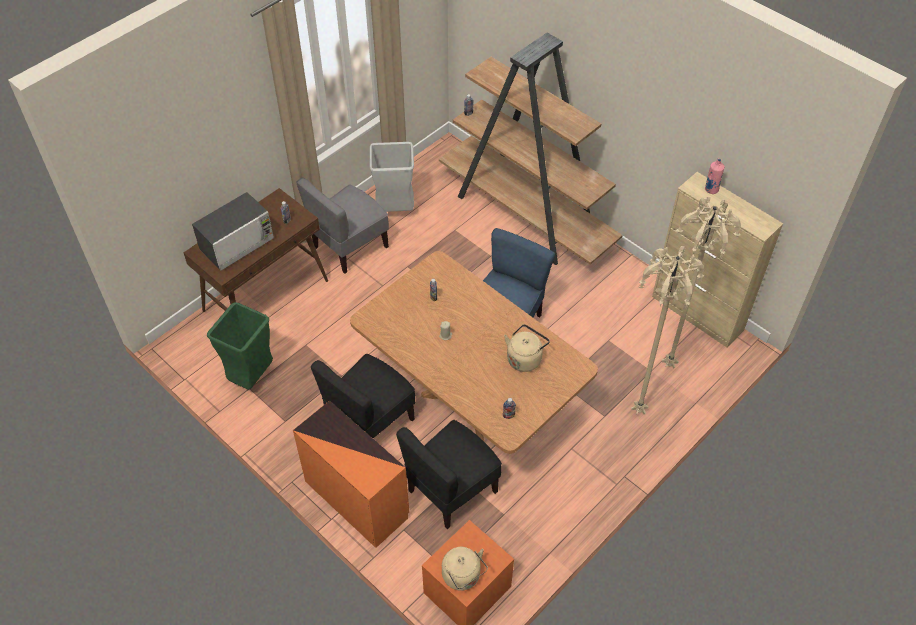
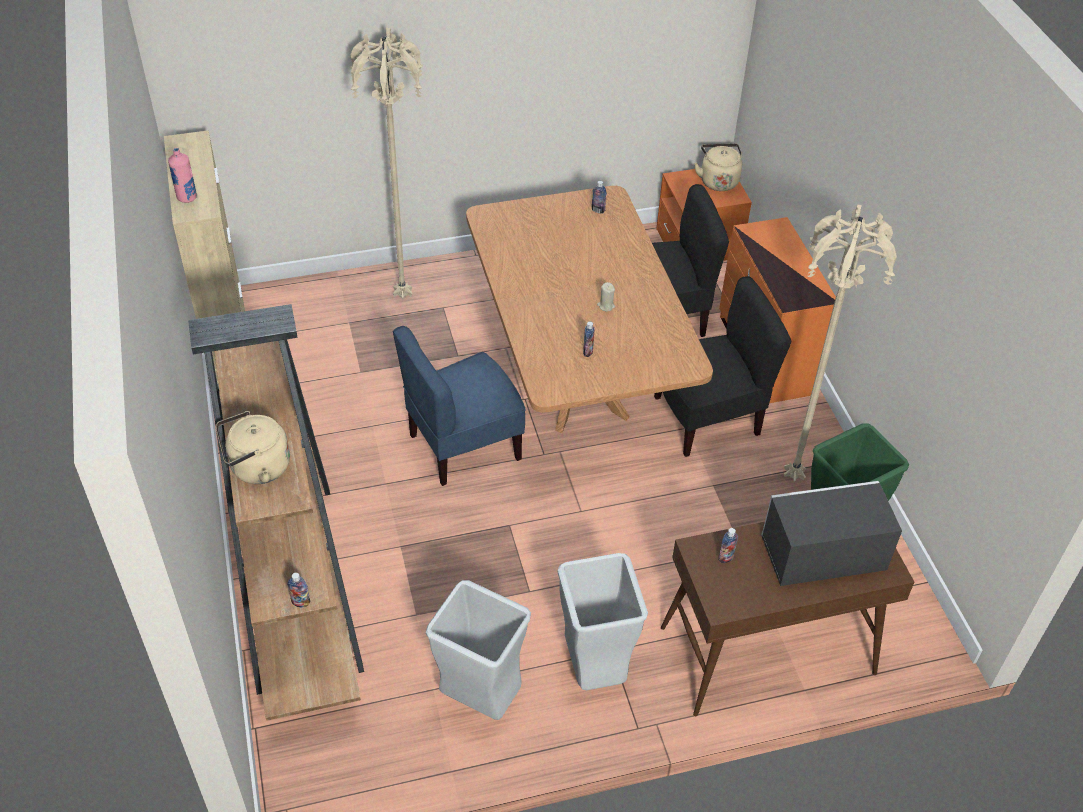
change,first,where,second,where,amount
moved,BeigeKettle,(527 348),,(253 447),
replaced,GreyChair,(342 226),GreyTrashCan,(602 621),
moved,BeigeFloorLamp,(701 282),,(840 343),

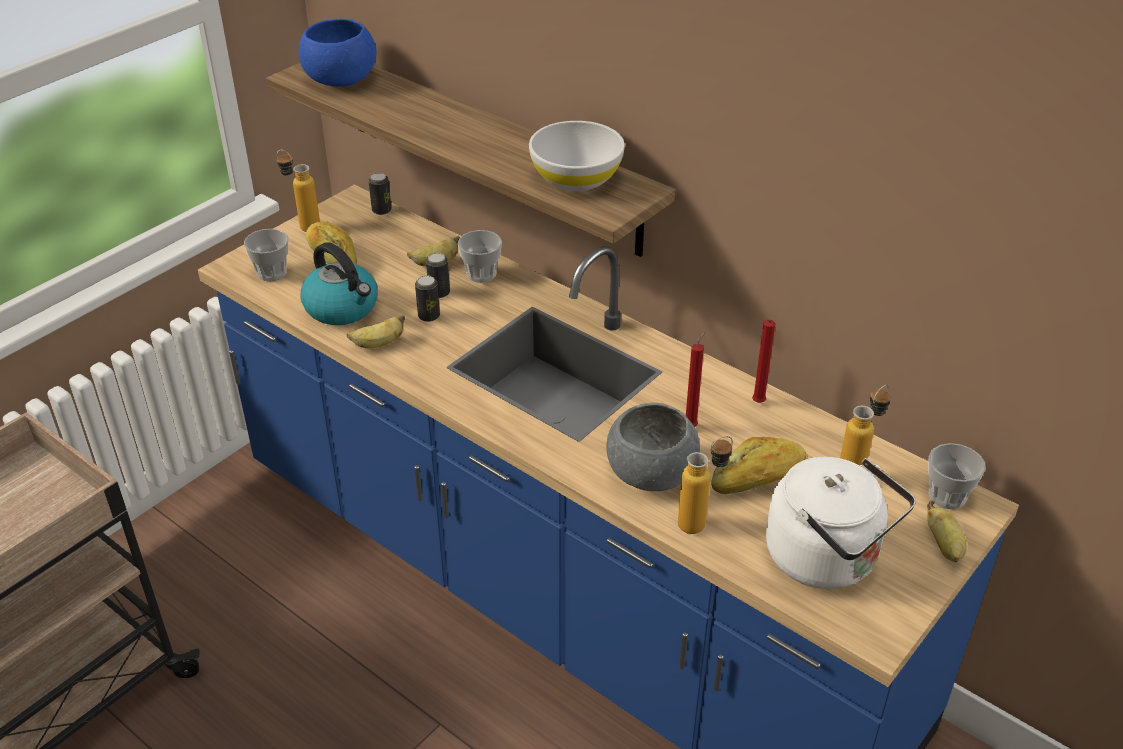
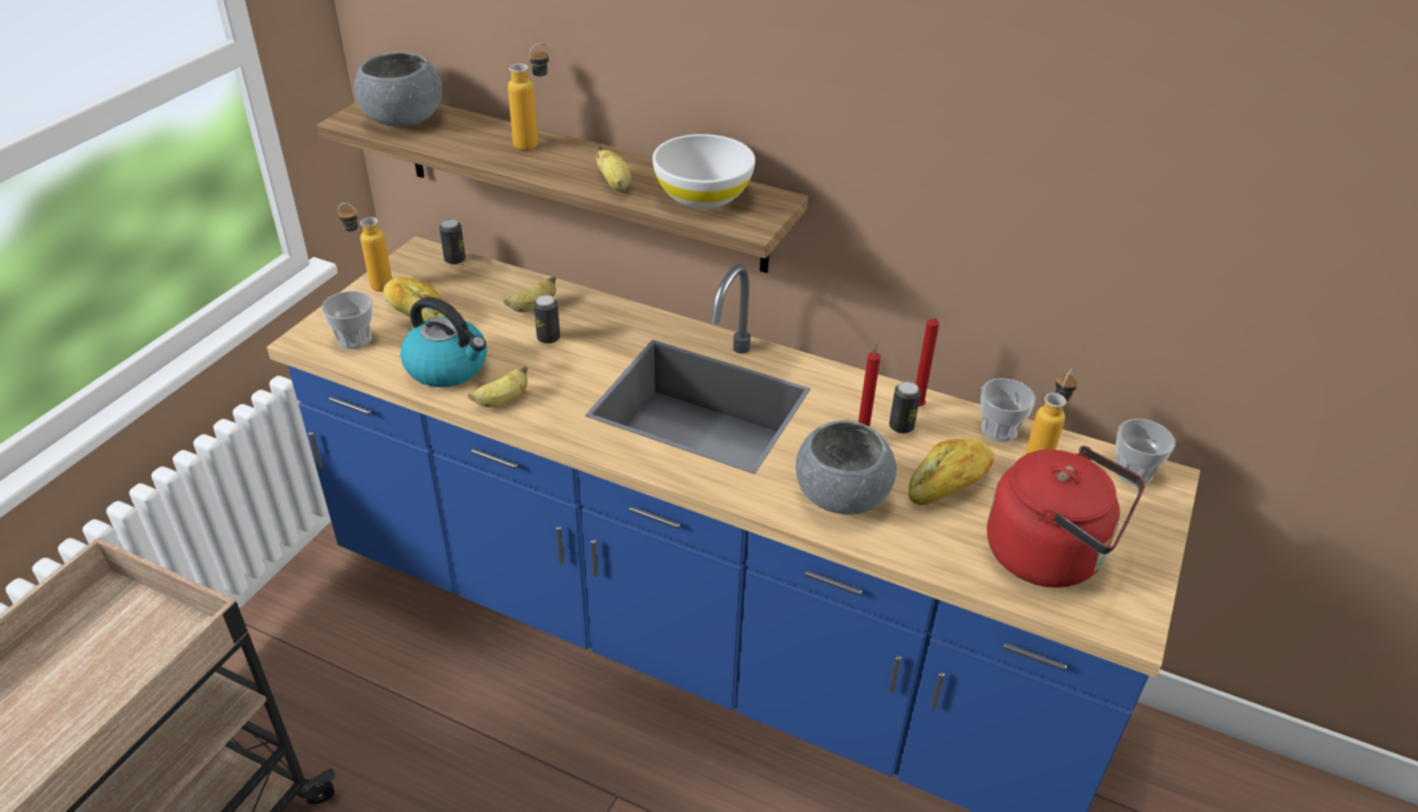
change,first,where,second,where,amount
recoloured,BlueBowl,(338 53),GreyBowl,(398 89),
moved,Bottle,(705 485),,(528 97),
moved,Banana,(947 531),,(613 168),
moved,Can,(427 298),,(905 407),
moved,Cup,(480 256),,(1008 410),
recoloured,WhiteKettle,(841 523),RedKettle,(1066 517),

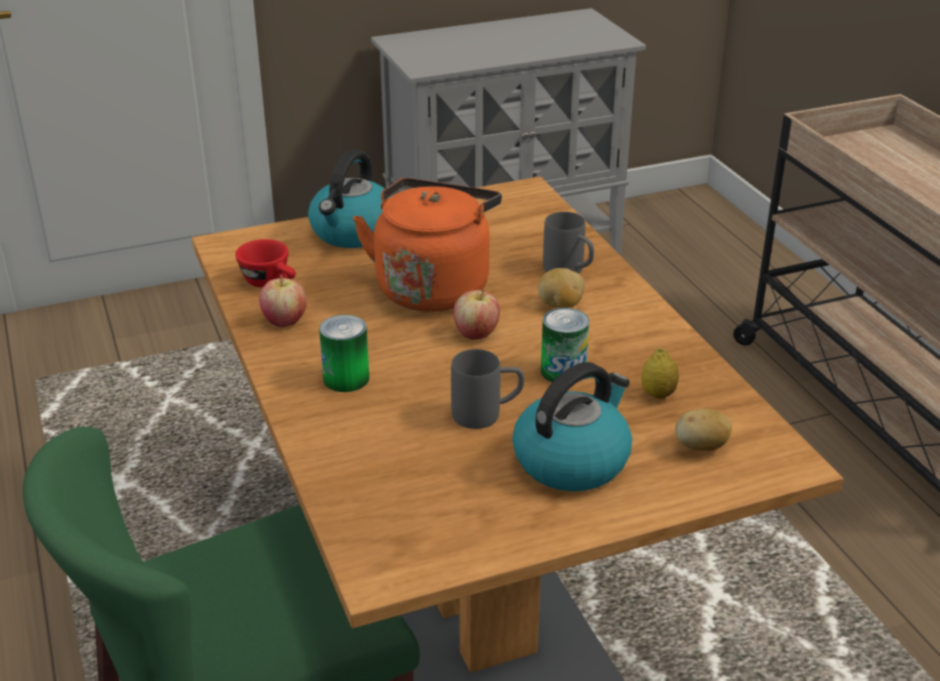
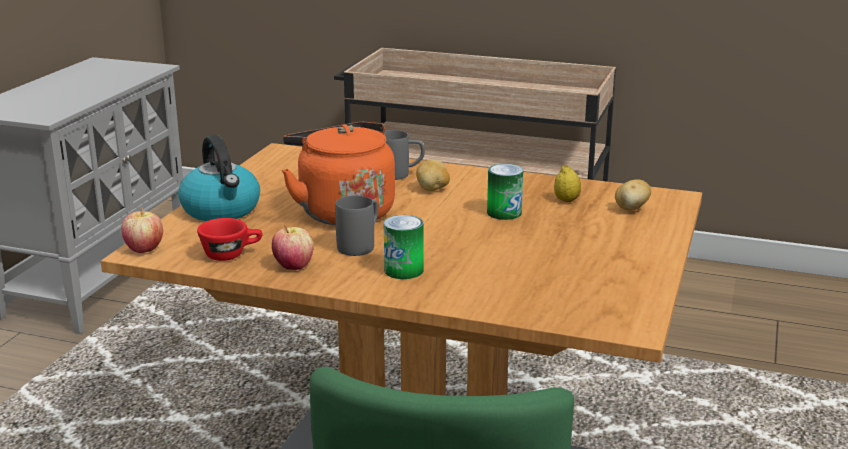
change,first,where,second,where,amount
moved,Apple,(476 314),,(142 230),
moved,GreyMug,(487 389),,(356 225),
removed,Kettle,(572 426),,,

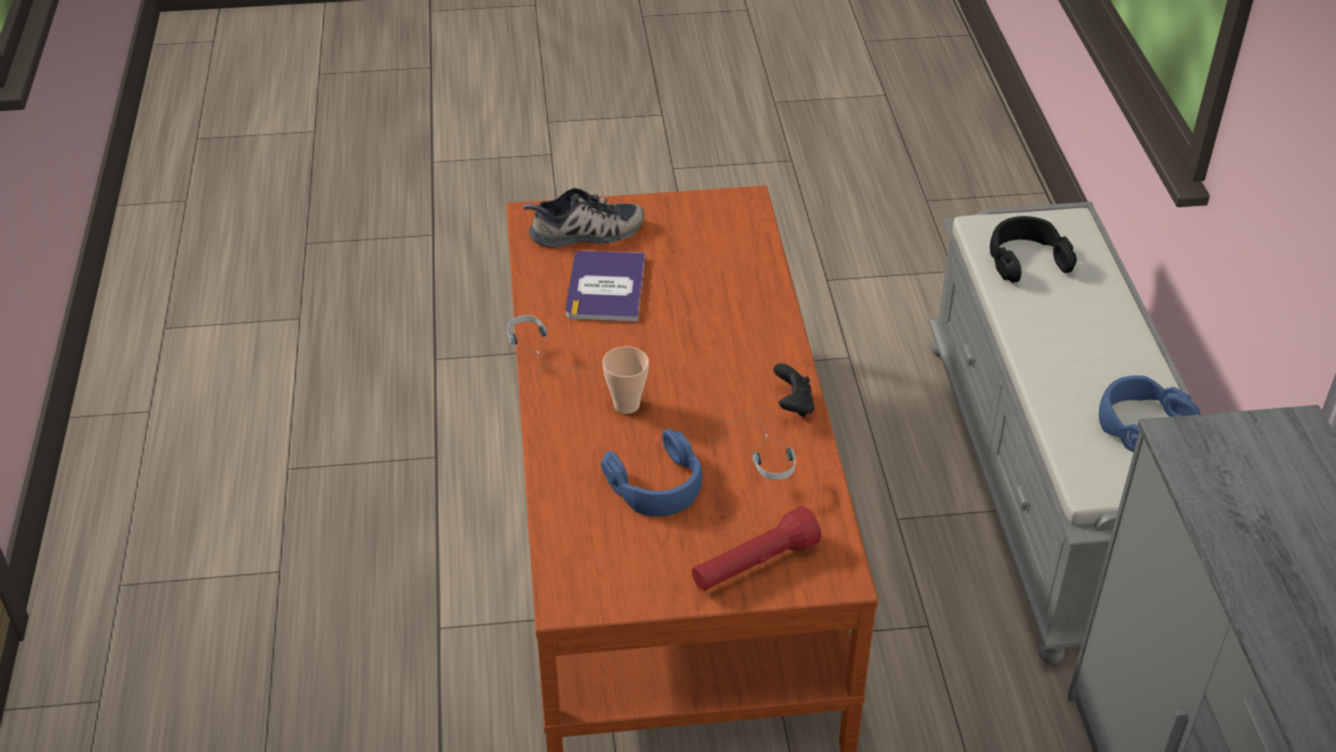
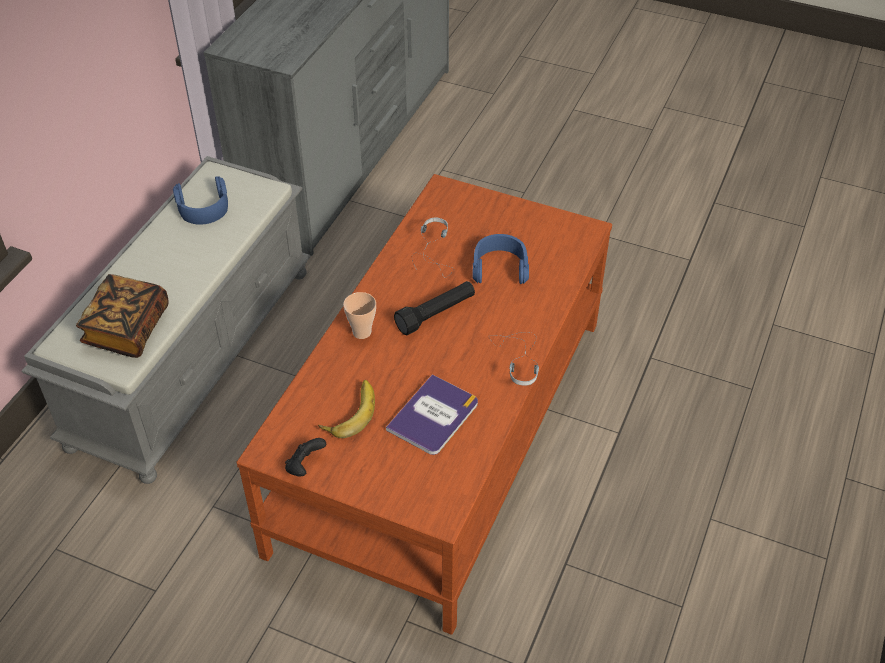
change,first,where,second,where,amount
replaced,BlackHeadphones,(1033 249),Book,(122 316),
moved,BlackGameController,(793 390),,(305 457),
added,,,Banana,(346 409),
moved,Cup,(625 380),,(359 315),
added,,,BlackFlashlight,(434 308),
removed,Shoe,(584 218),,,
removed,RedFlashlight,(757 548),,,

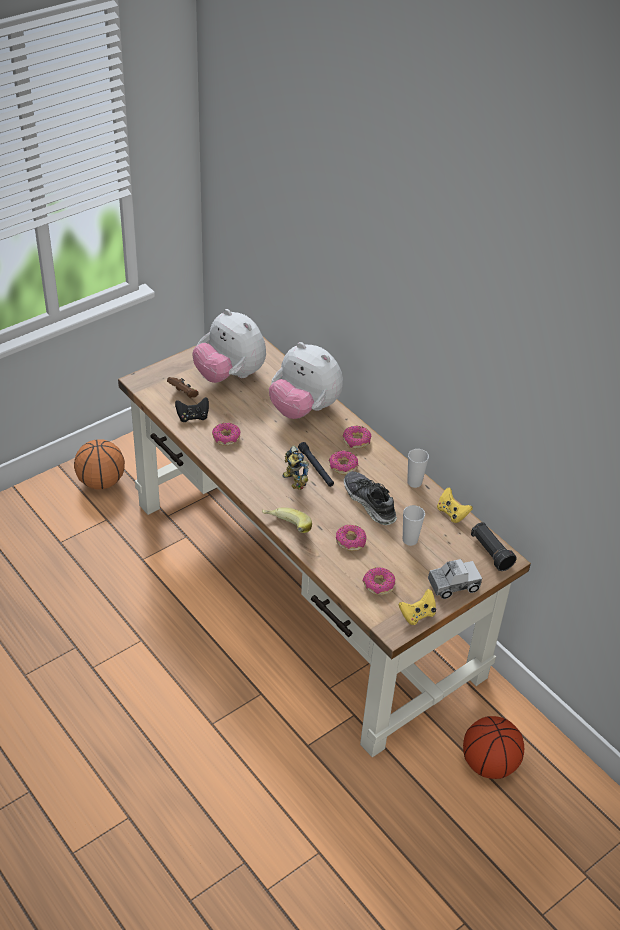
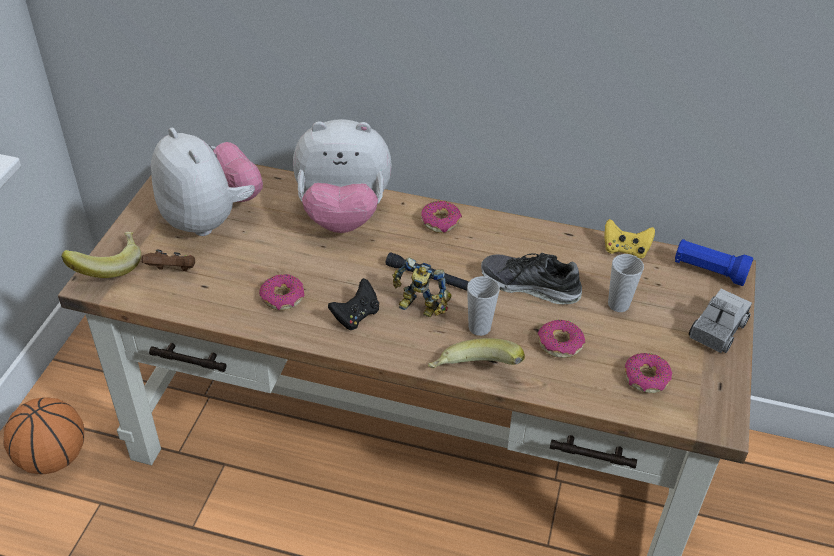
change,first,where,second,where,amount
added,,,Banana,(101 255),
turned,PlushToy,(229 346),,(207 182),135 degrees counterclockwise
moved,BlackGameController,(192 409),,(353 304),
moved,Cup,(418 468),,(483 306),
recoloured,BlackFlashlight,(494 546),BlueFlashlight,(714 262),
removed,Donut,(343 463),,,
removed,YellowGameController,(417 607),,,
removed,Basketball,(493 747),,,

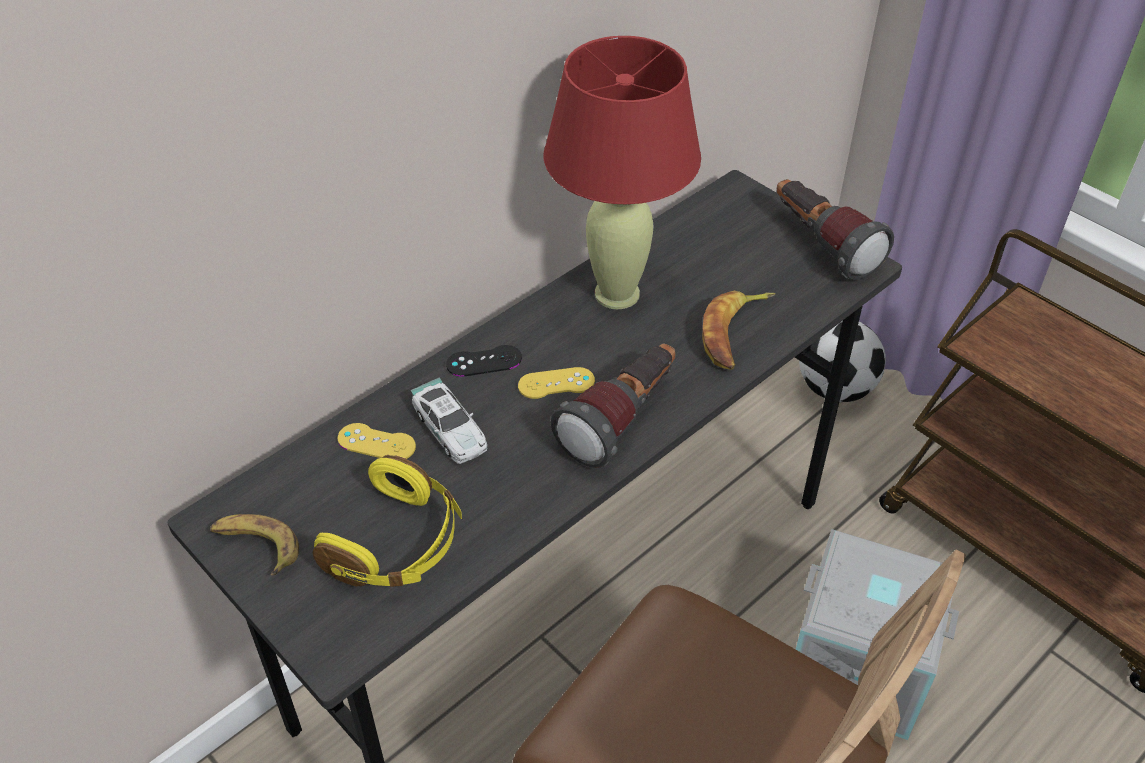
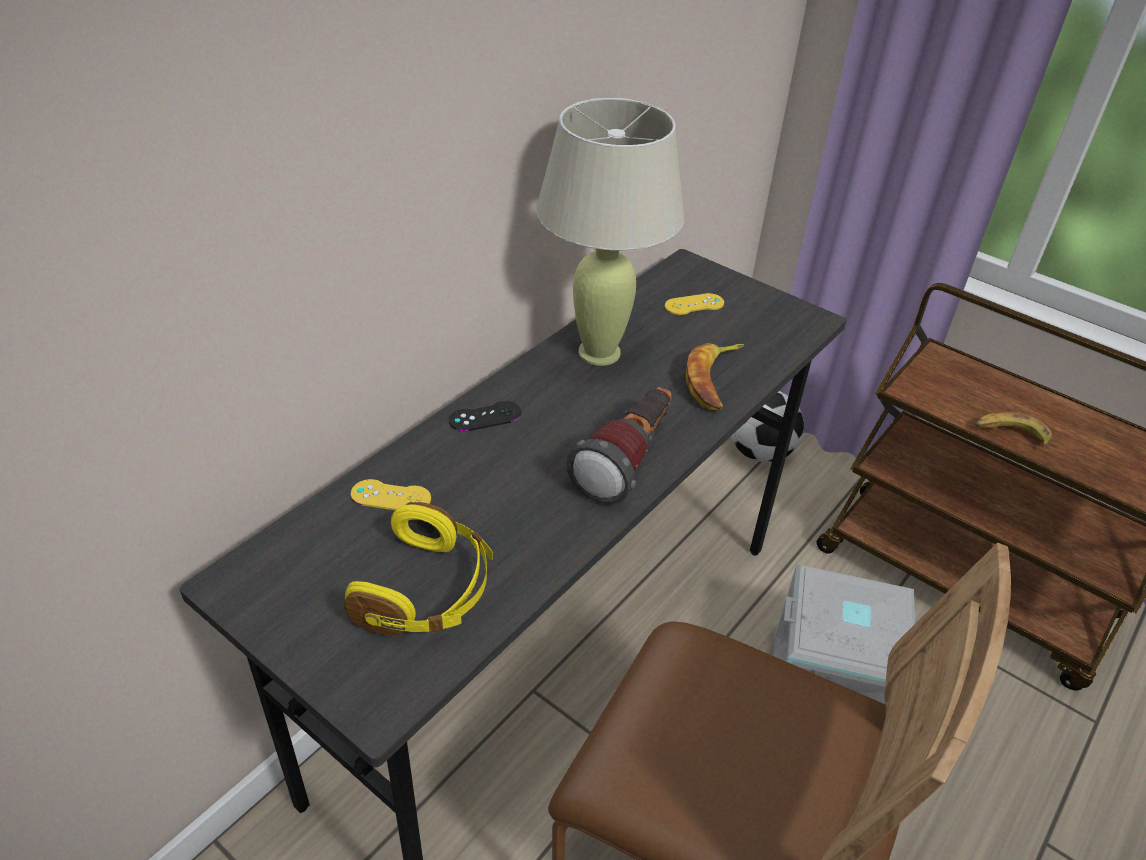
change,first,where,second,where,amount
recoloured,RedTableLamp,(622 172),BeigeTableLamp,(610 232),
moved,YellowGameController,(556 383),,(694 304),
moved,Banana,(254 545),,(1014 430),
removed,ToyCar,(449 420),,,
removed,Flashlight,(835 229),,,

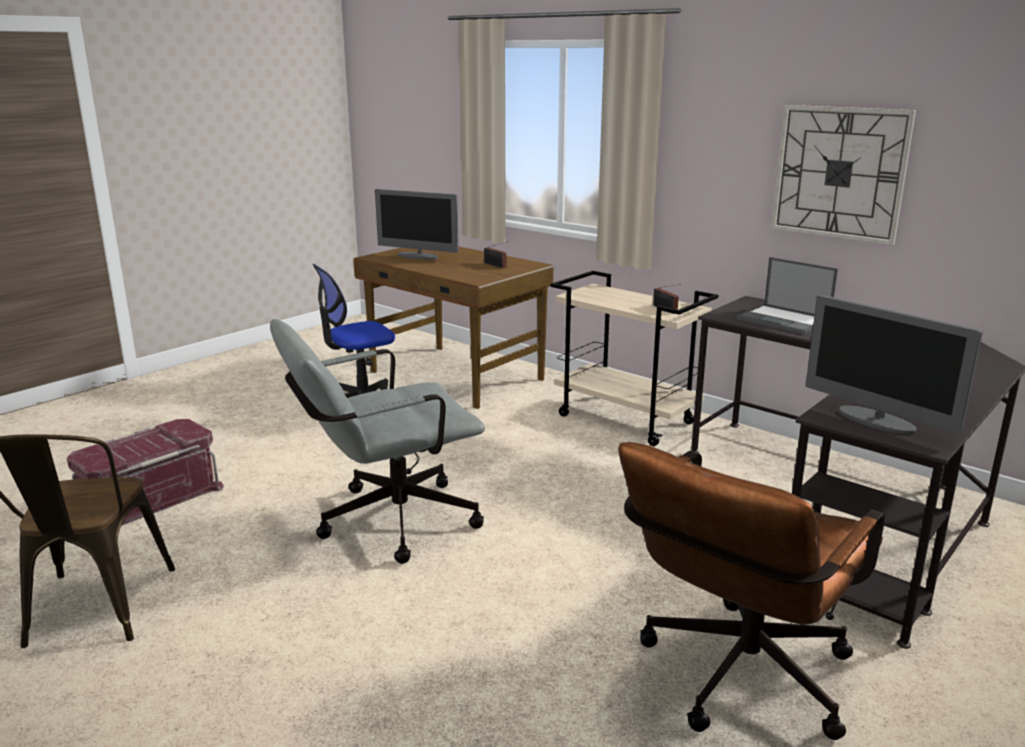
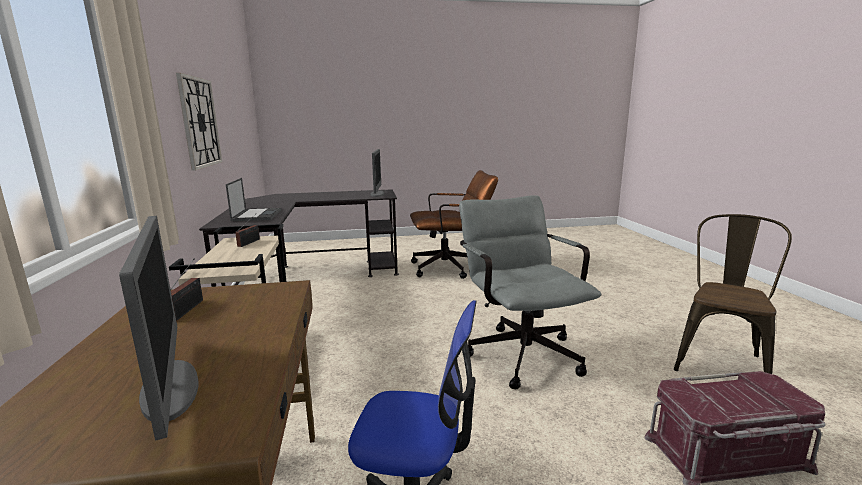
change,first,where,second,where,amount
turned,GreyOfficeChair,(377 441),,(530 292),120 degrees counterclockwise

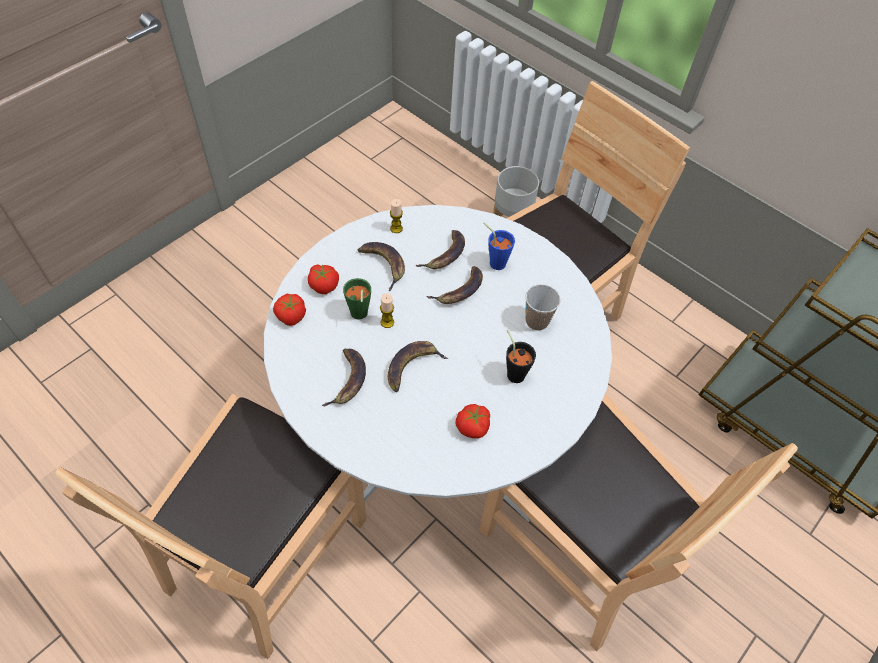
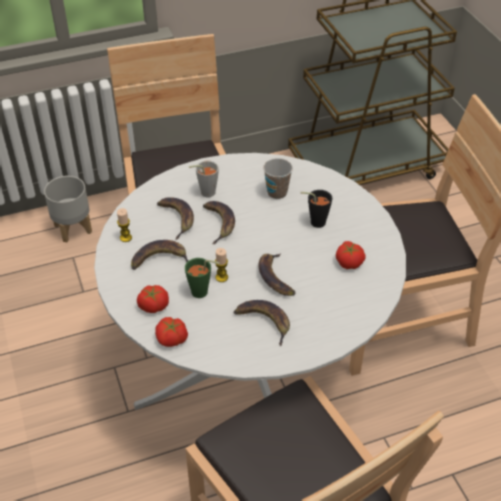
change,first,where,second,where,amount
recoloured,BlueCup,(499 246),GreyCup,(204 178),

